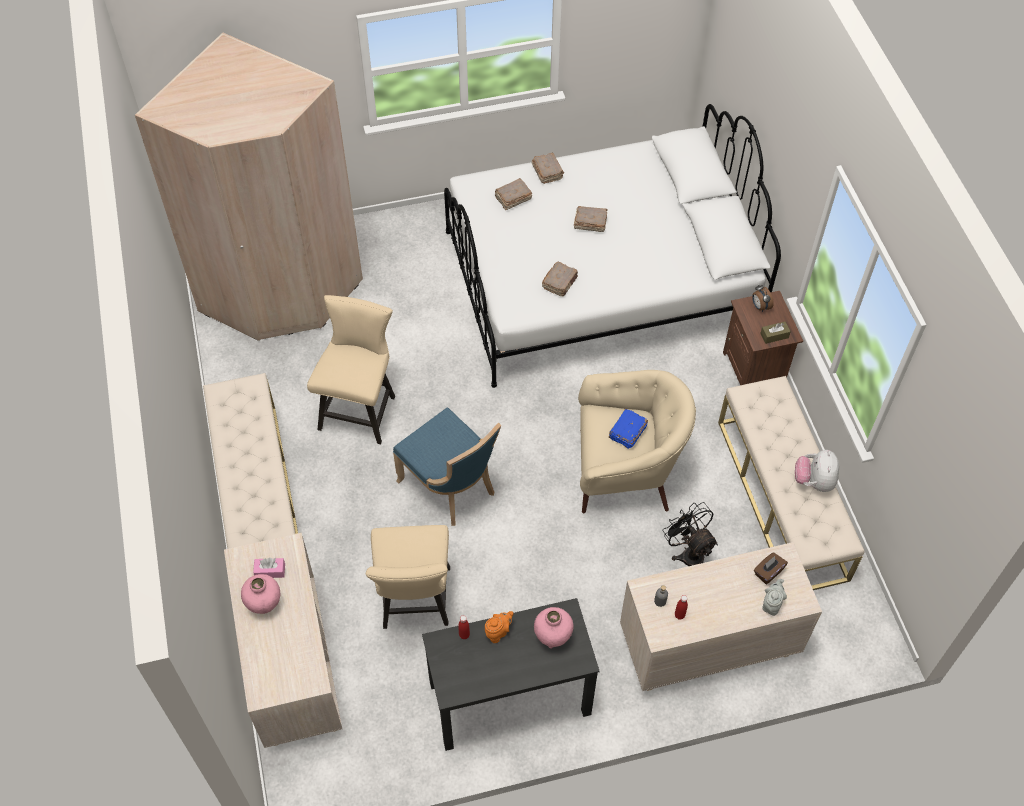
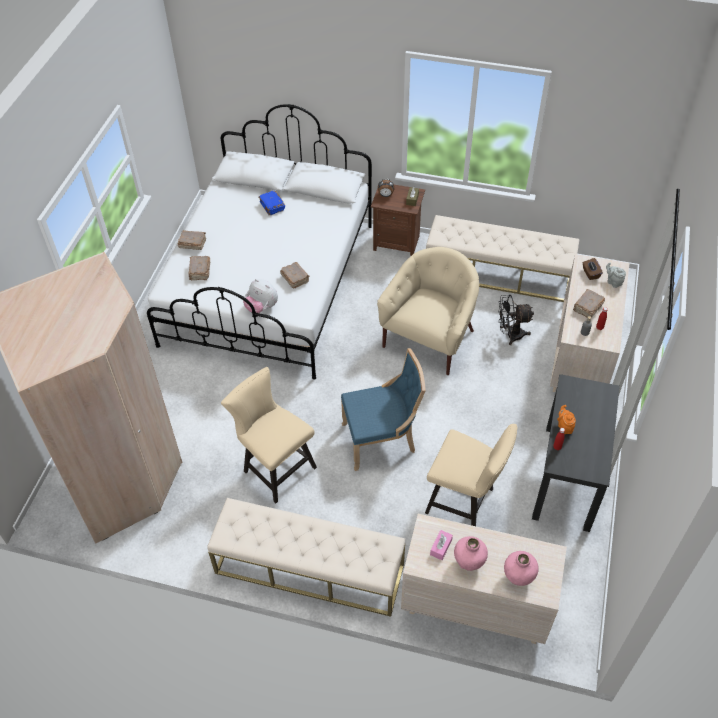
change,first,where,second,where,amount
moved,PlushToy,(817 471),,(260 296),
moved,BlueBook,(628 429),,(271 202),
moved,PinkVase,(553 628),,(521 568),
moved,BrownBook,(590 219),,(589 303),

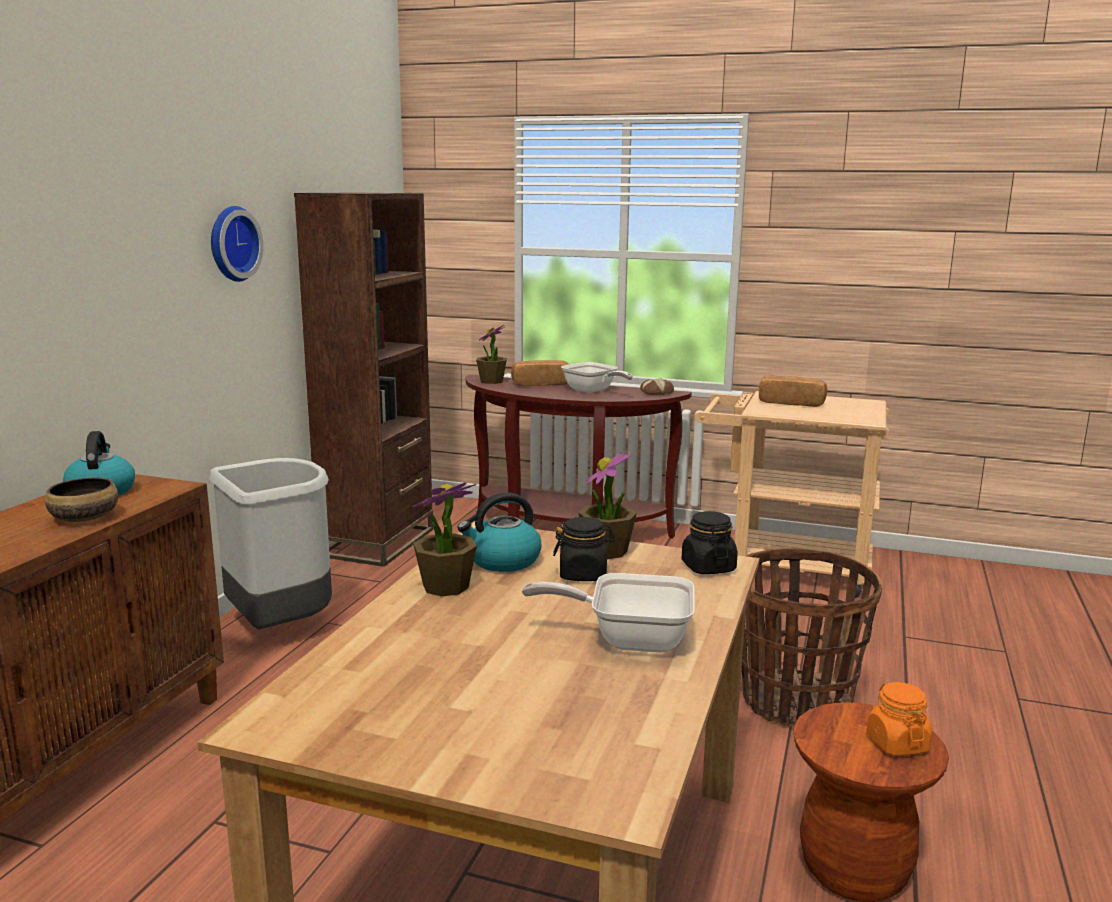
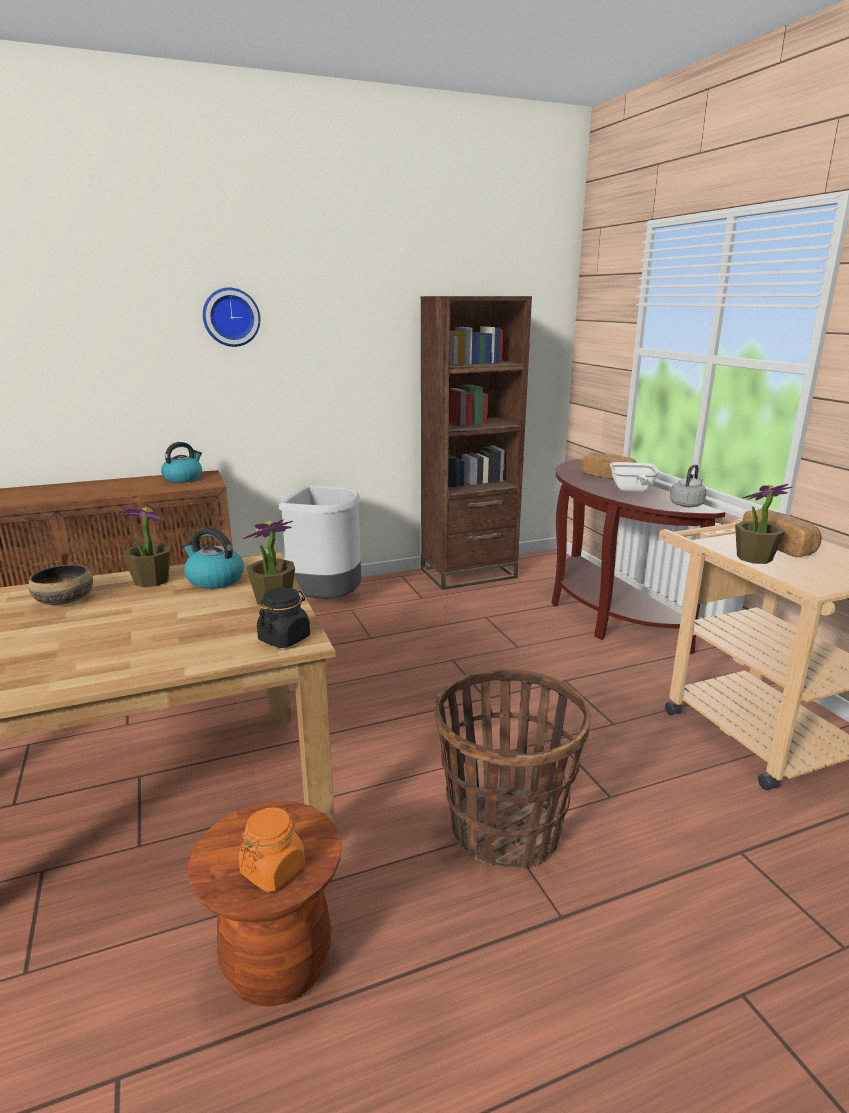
change,first,where,second,where,amount
moved,Bowl,(81 500),,(61 584),
moved,WallClock,(237 244),,(231 317),
replaced,Bread,(657 386),GreyKettle,(688 485),
moved,PottedPlant,(491 354),,(764 524),
removed,FryingPan,(608 612),,,
removed,BlackJar,(584 549),,,

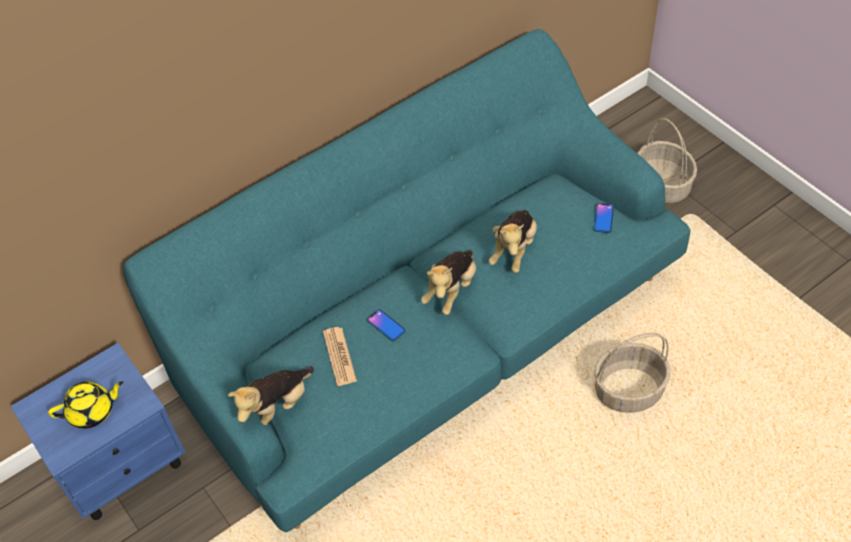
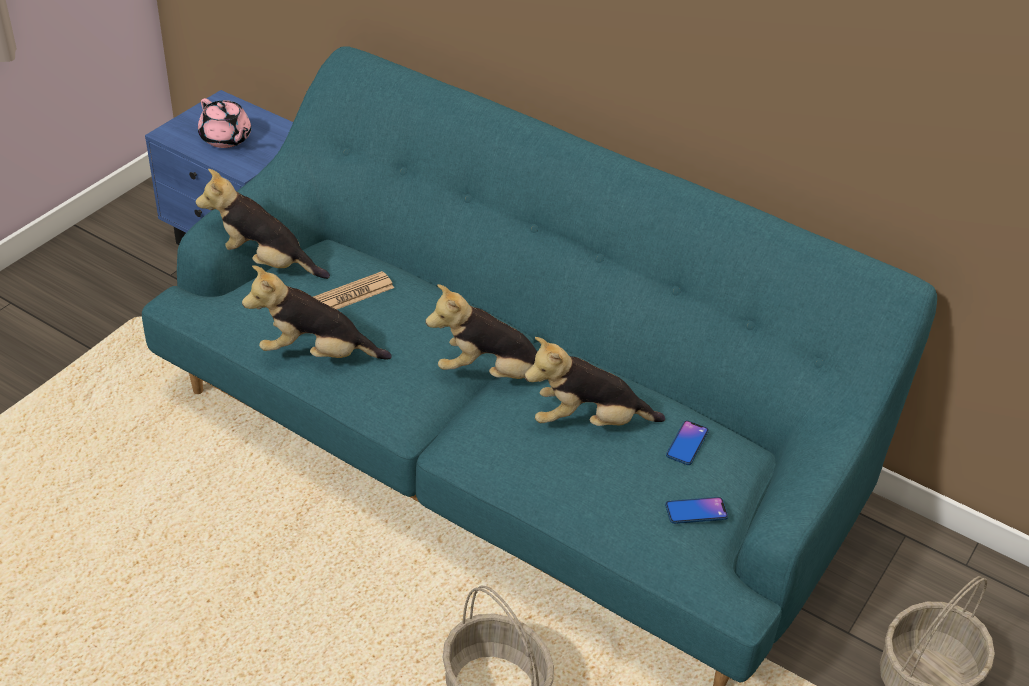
change,first,where,second,where,amount
recoloured,YellowTeapot,(85 405),PinkTeapot,(224 123),
added,,,PlushToy,(317 312),
moved,Phone,(386 325),,(687 442),

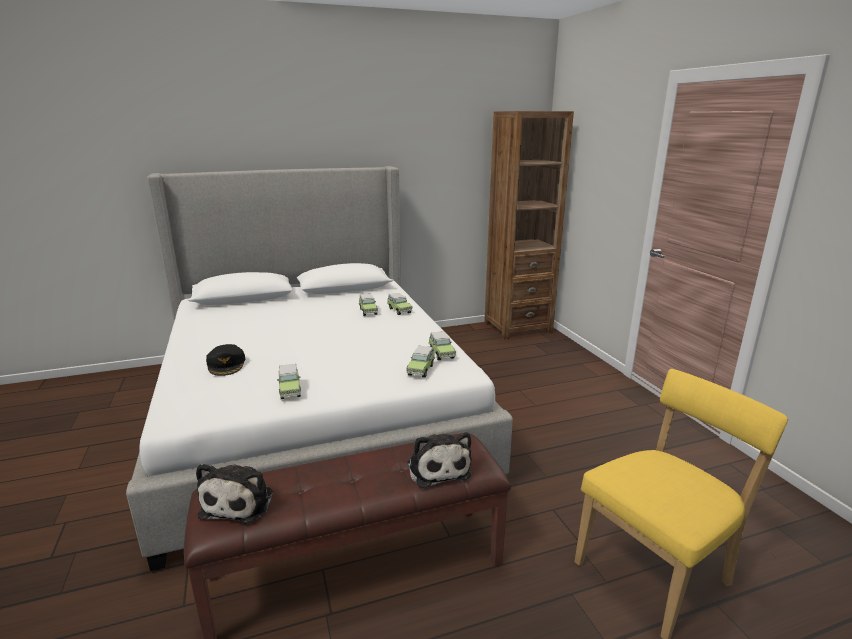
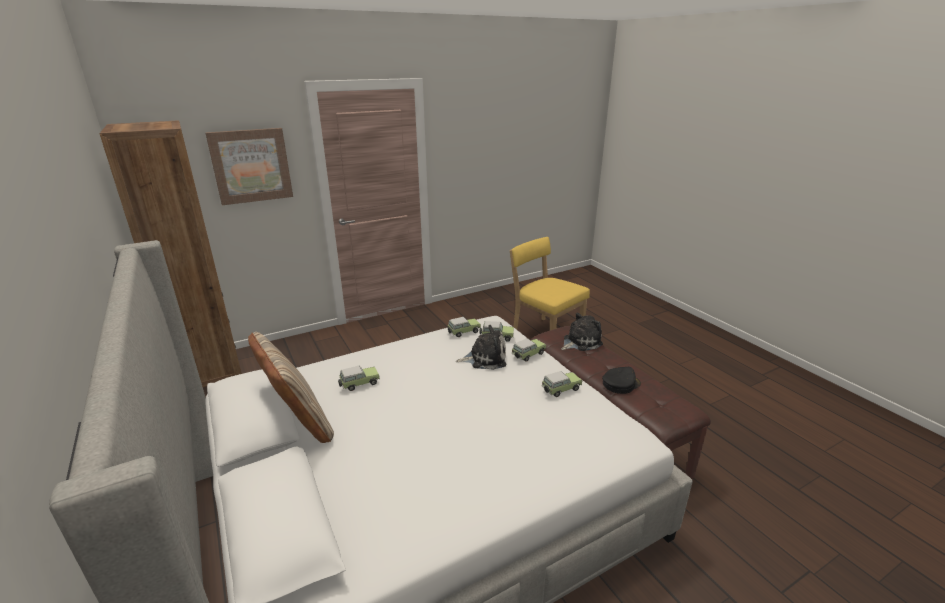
change,first,where,second,where,amount
added,,,Picture,(249 166),
added,,,BeigePillow,(291 387),
moved,PlushToy,(234 493),,(481 347),
moved,ToyCar,(399 304),,(529 350),
moved,BlackCap,(225 360),,(621 380),

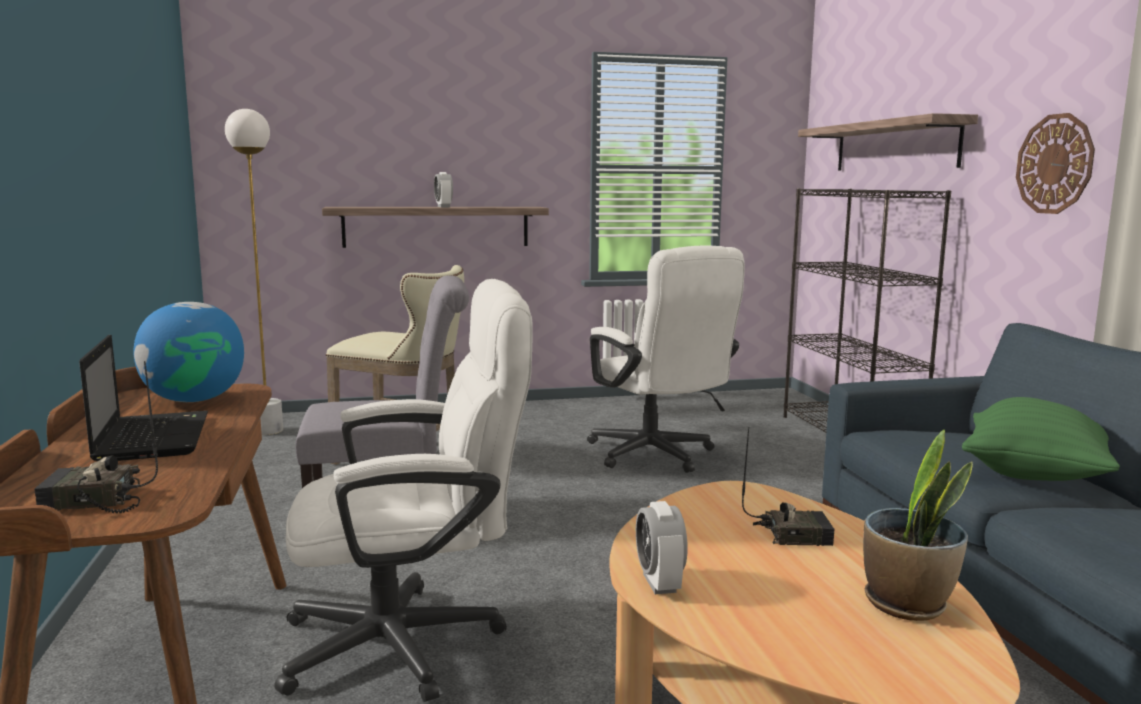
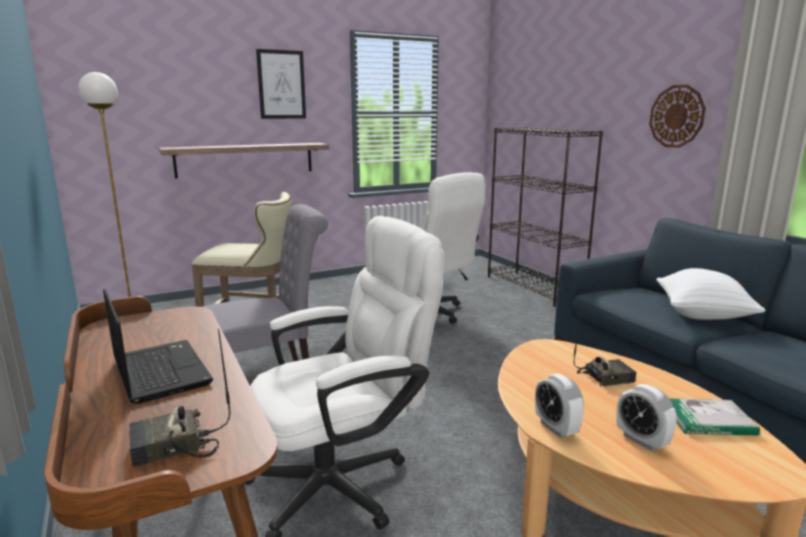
change,first,where,second,where,amount
added,,,Picture,(281 84),
moved,AlarmClock,(443 189),,(646 417),
recoloured,GreenPillow,(1041 439),WhitePillow,(710 294),
replaced,PottedPlant,(918 525),Book,(715 417),
removed,Globe,(189 352),,,
removed,Shelf,(888 142),,,

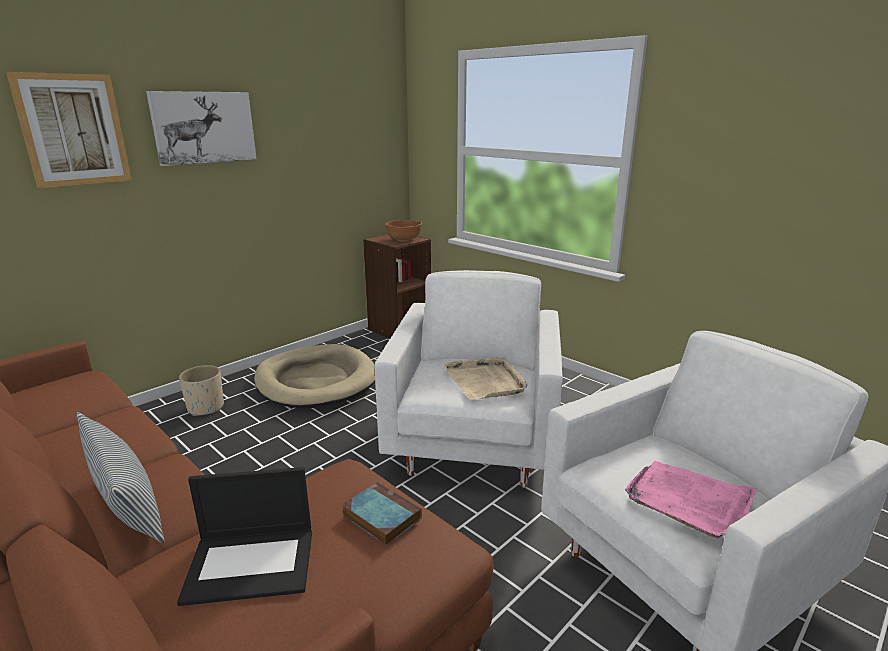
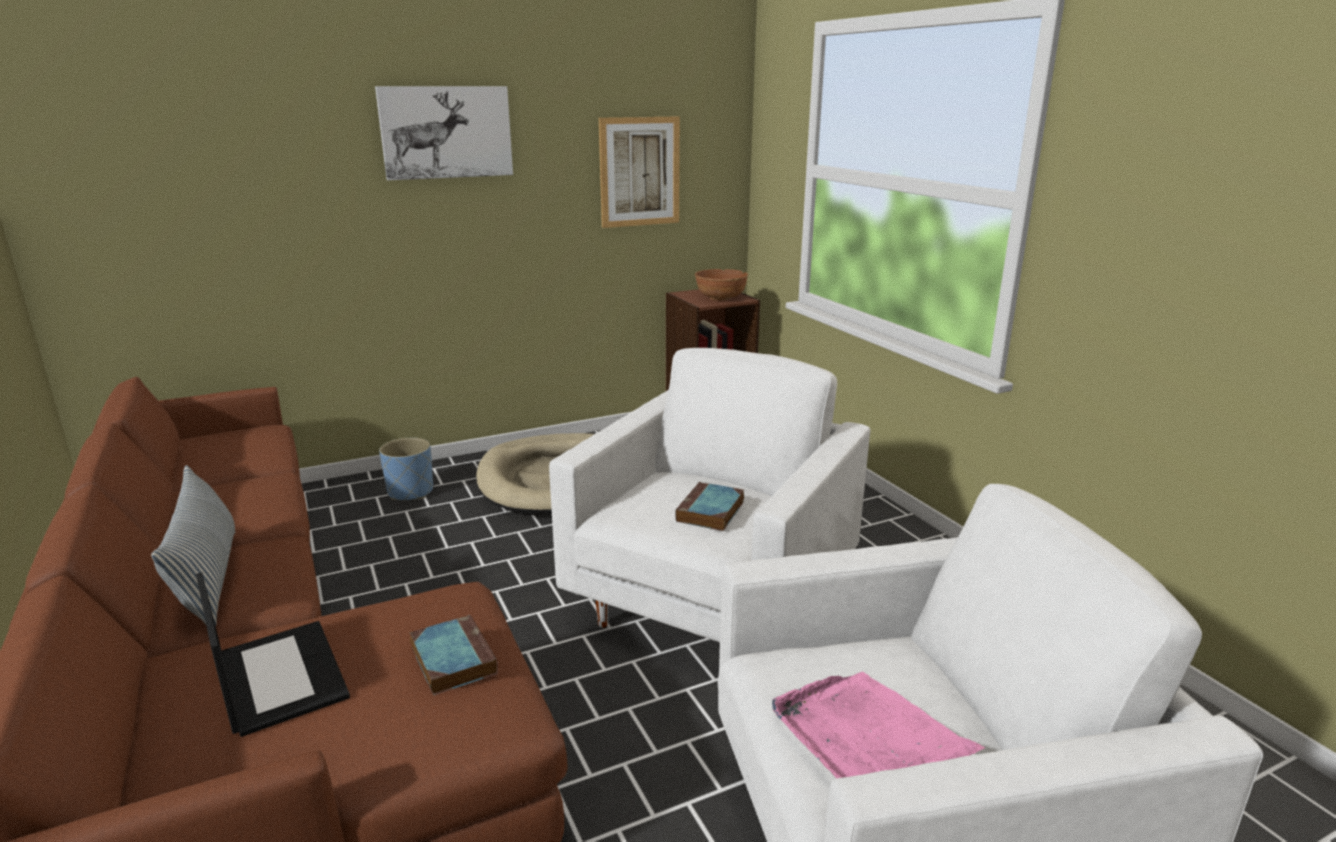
change,first,where,second,where,amount
turned,Laptop,(244 536),,(273 654),135 degrees counterclockwise
recoloured,BeigePlanter,(201 390),BluePlanter,(406 469),
moved,Picture,(69 130),,(639 172),
replaced,BeigeTray,(486 378),Book,(709 506),

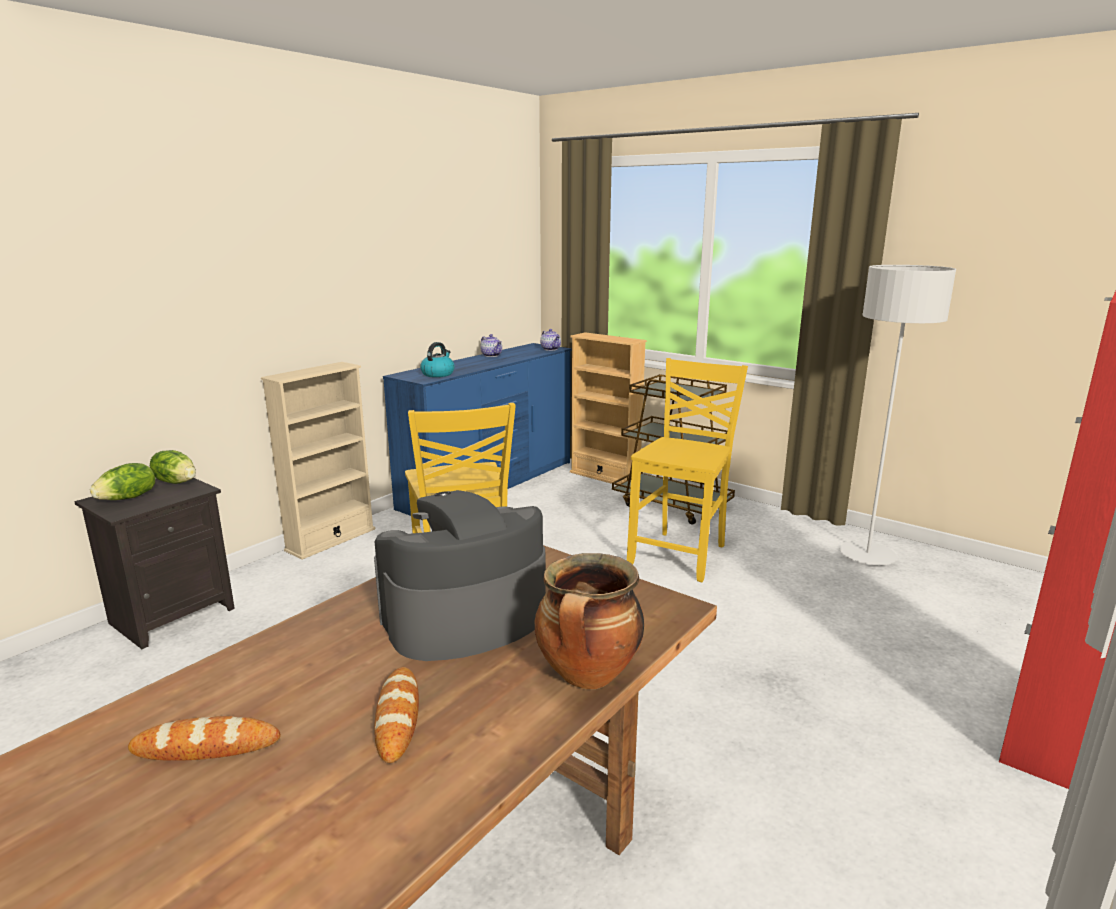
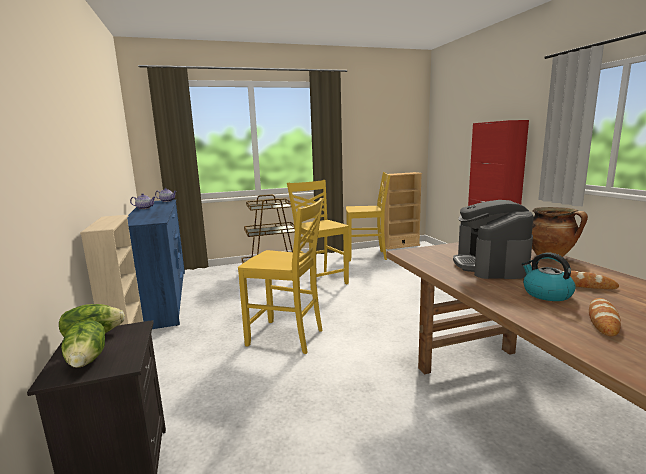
change,first,where,second,where,amount
replaced,GreyFloorLamp,(898 415),YellowChair,(368 216),
moved,BeigeBookcase,(608 408),,(402 211),
moved,Kettle,(437 359),,(549 277),

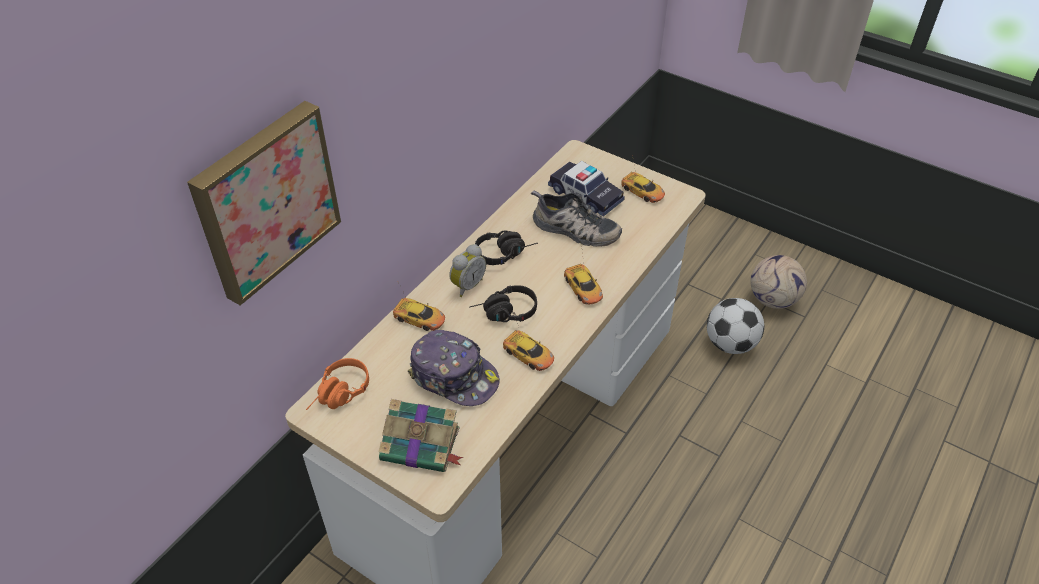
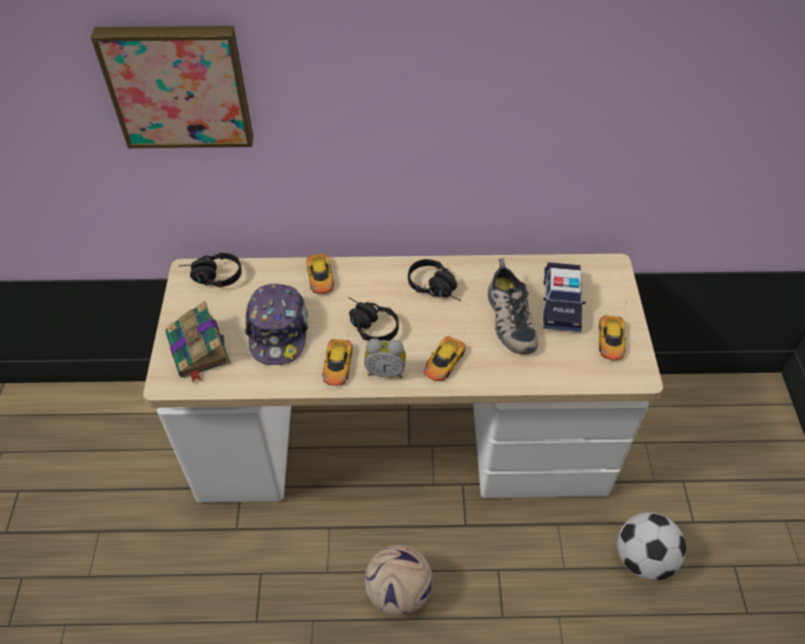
change,first,where,second,where,amount
recoloured,OrangeHeadphones,(337 384),BlackHeadphones,(210 269),
moved,AlarmClock,(467 270),,(385 358),
moved,Football,(778 282),,(399 580),

